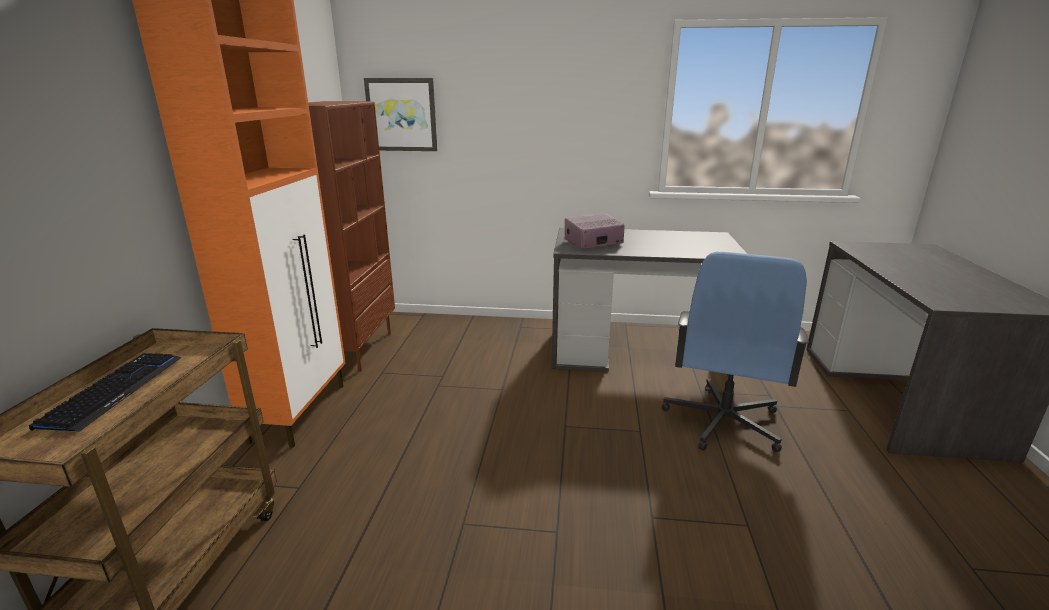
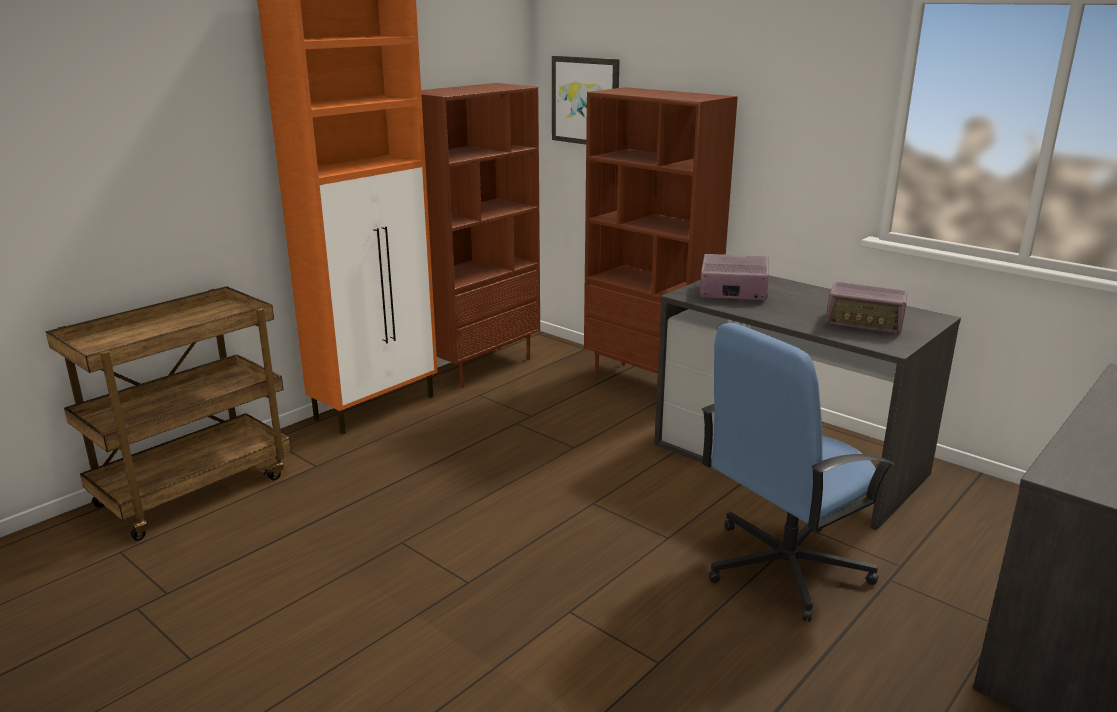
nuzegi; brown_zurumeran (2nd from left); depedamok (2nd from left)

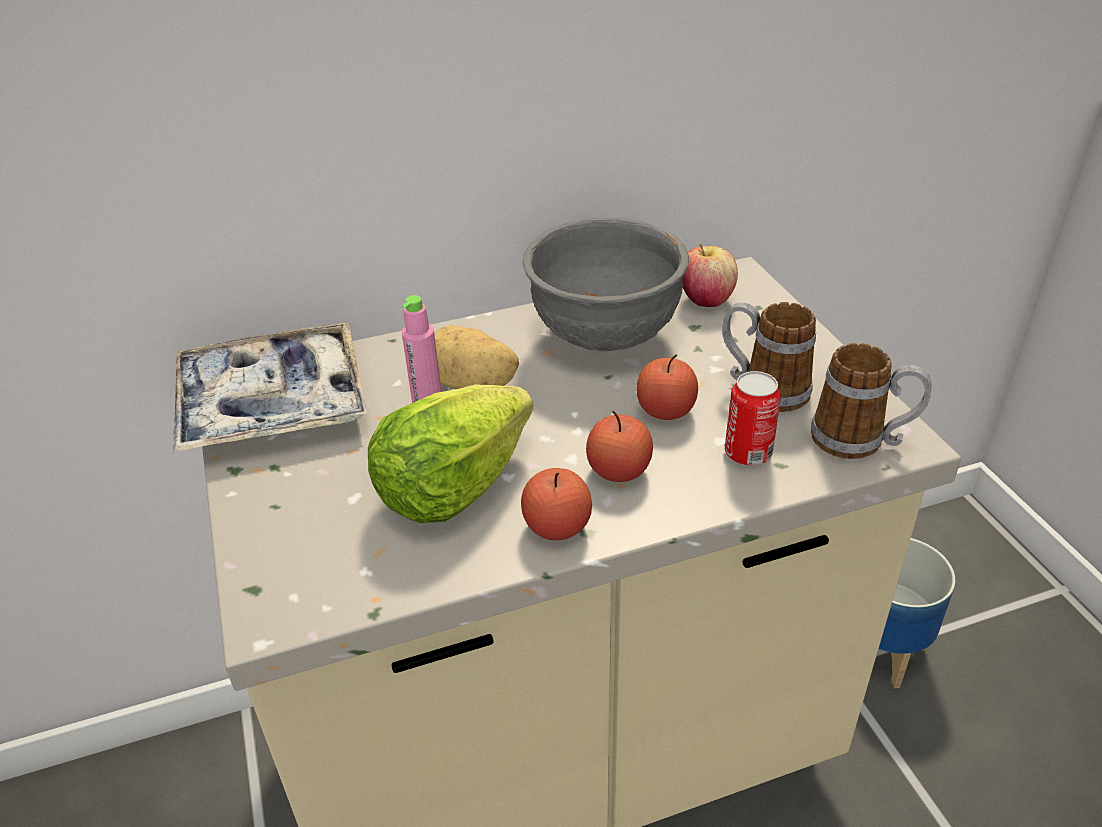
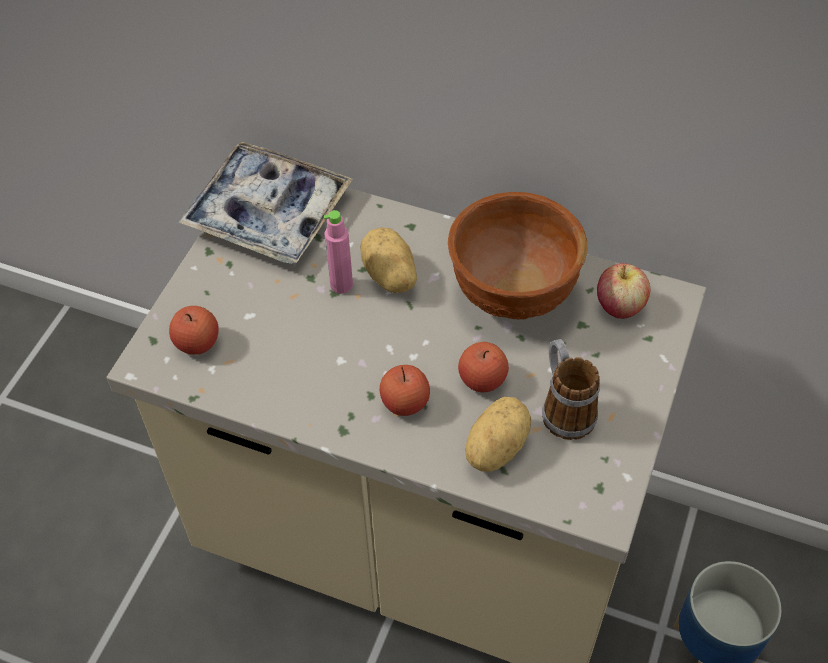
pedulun; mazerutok (1st from left); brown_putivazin; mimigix (2nd from left); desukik (2nd from left in the first image)

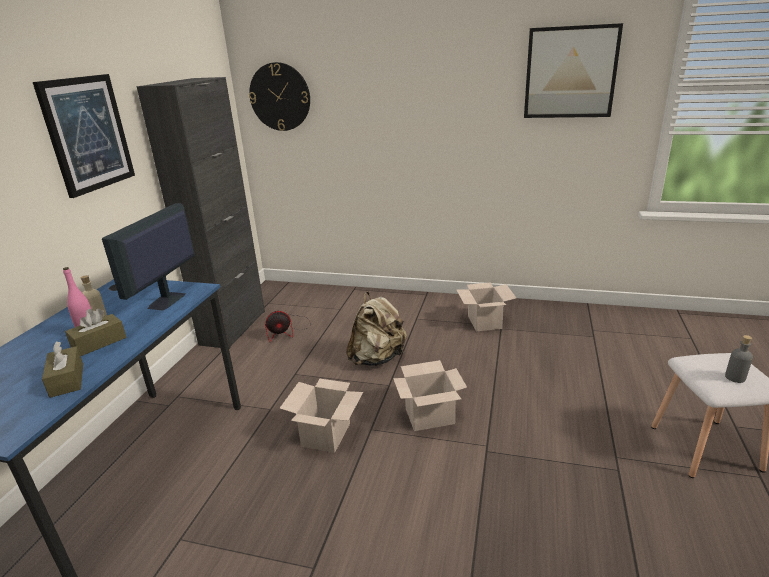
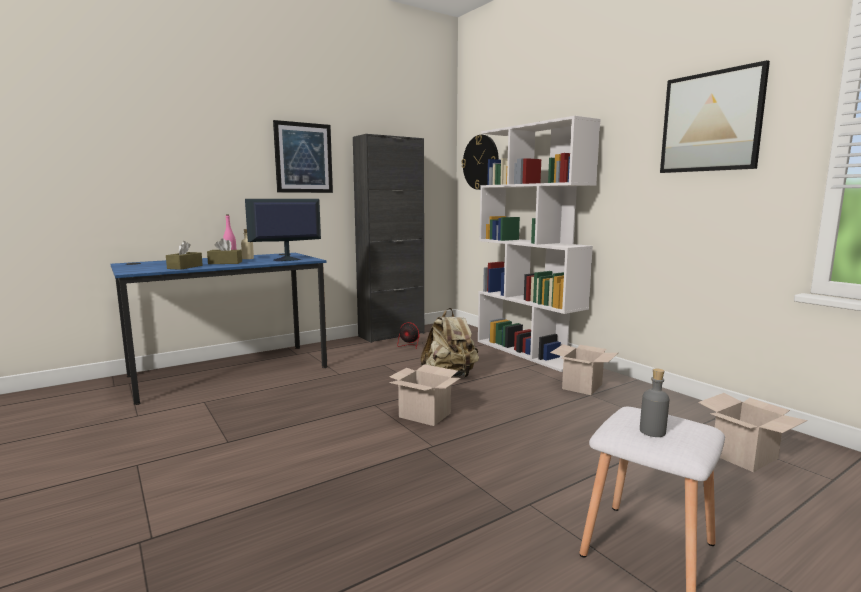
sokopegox (3rd from left); white_zurumeran

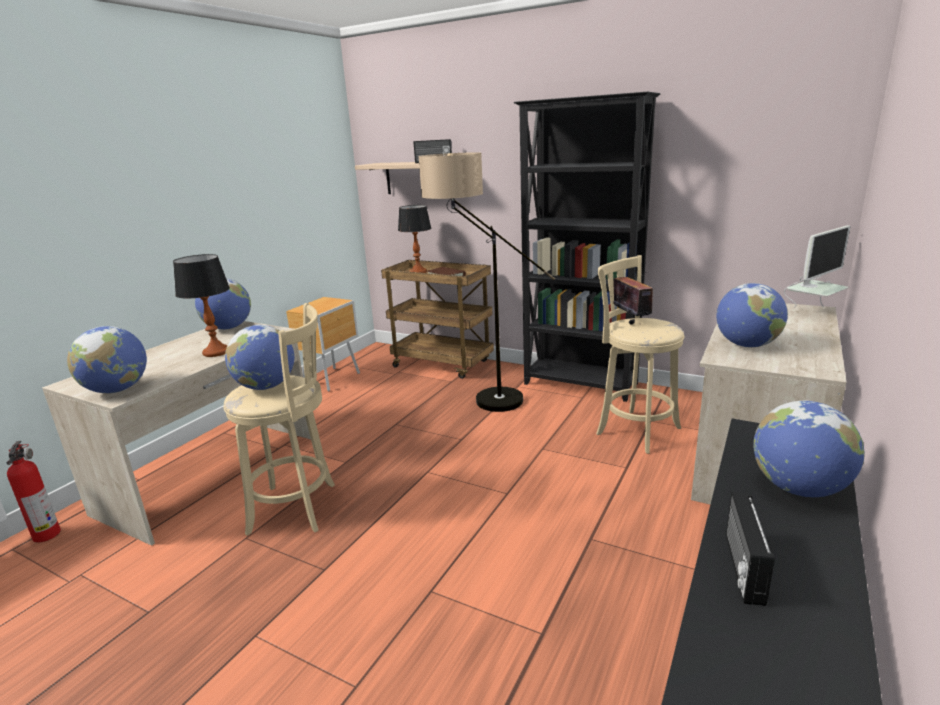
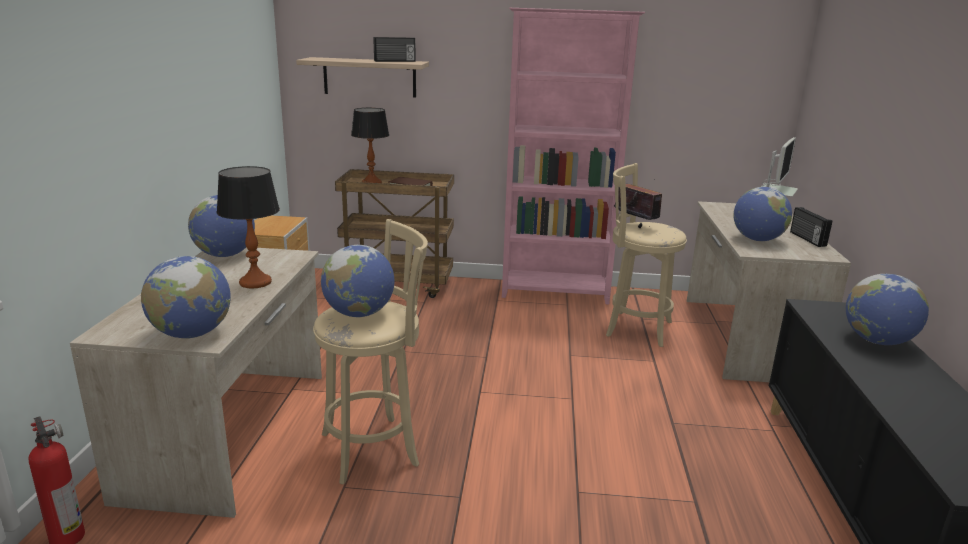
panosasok; pink_zurumeran; depedamok (3rd from left)

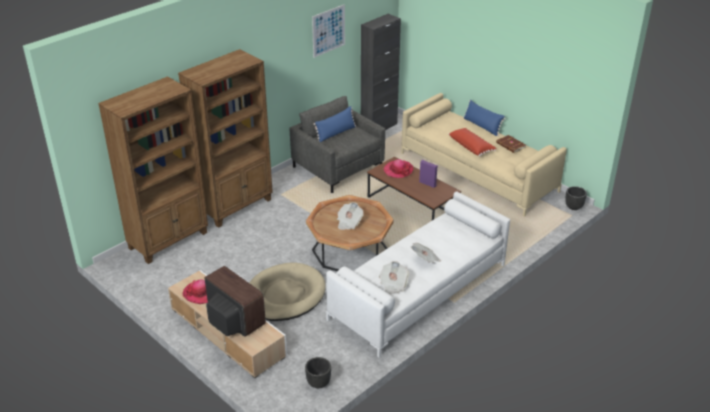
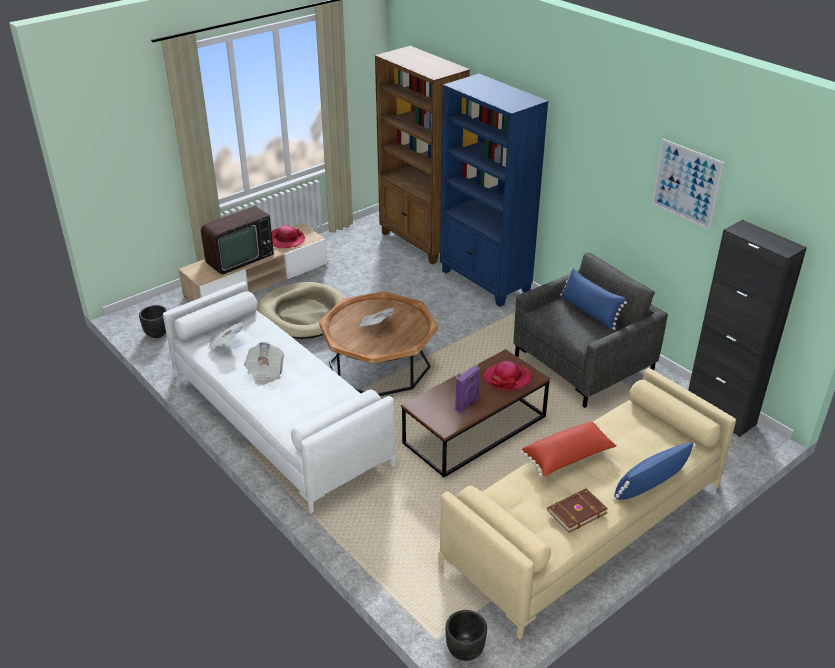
blue_zurumeran

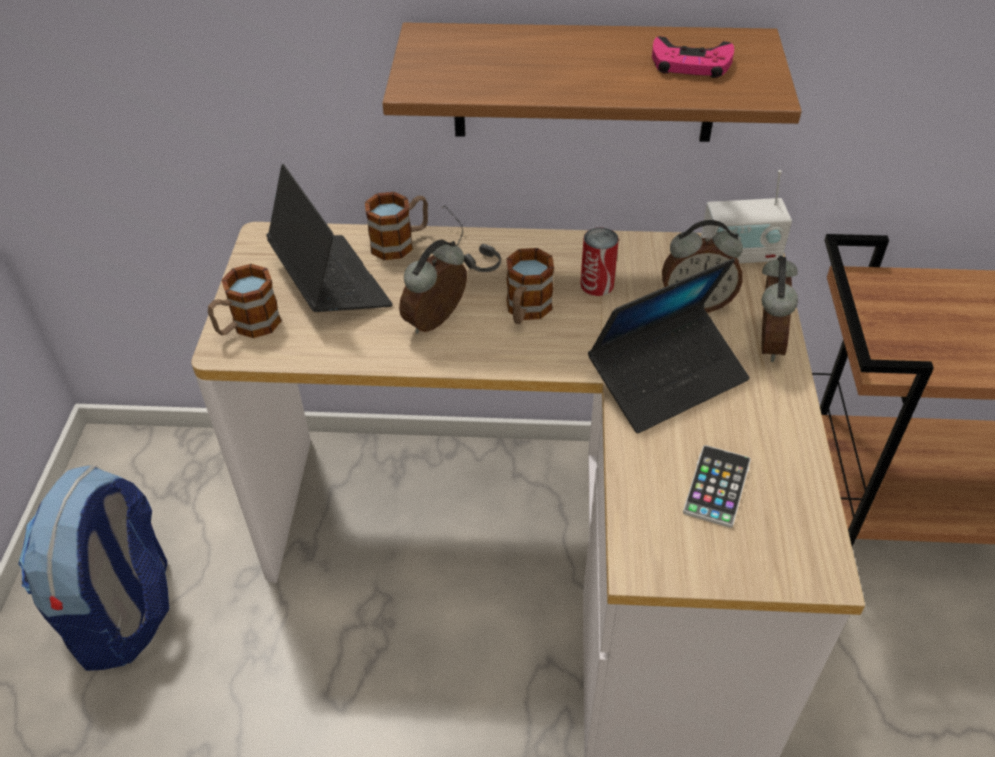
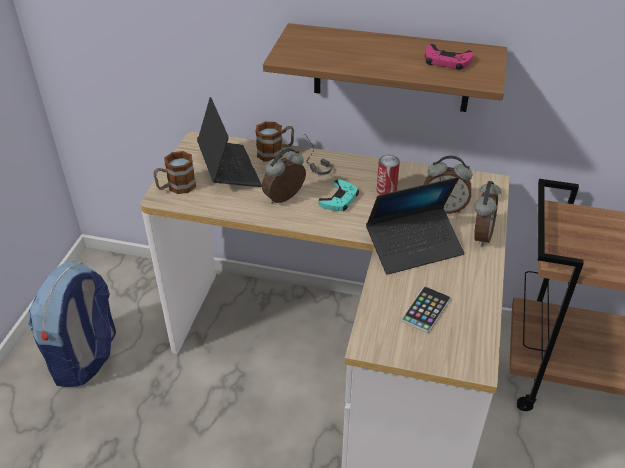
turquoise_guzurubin; depedamok

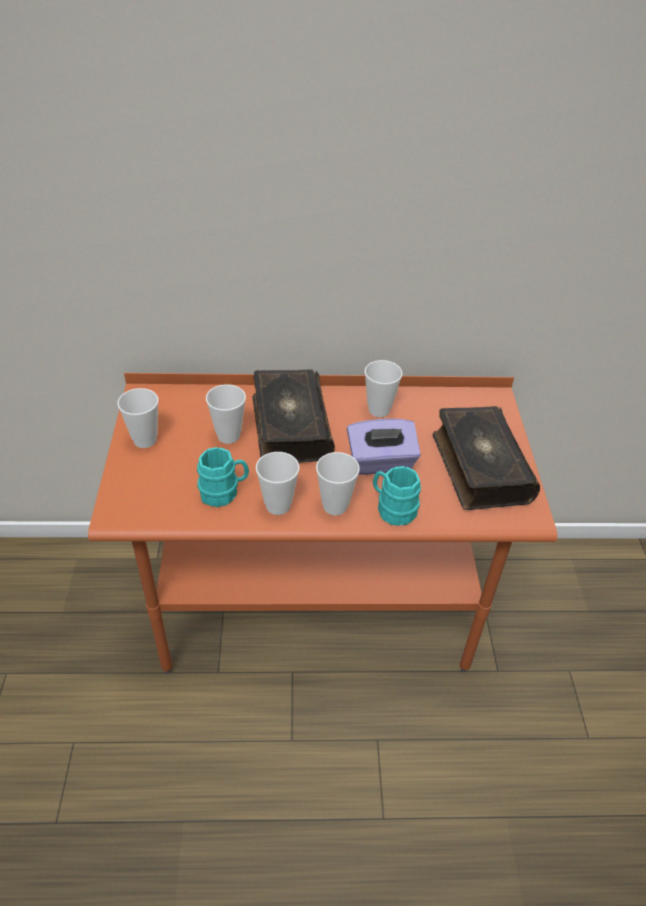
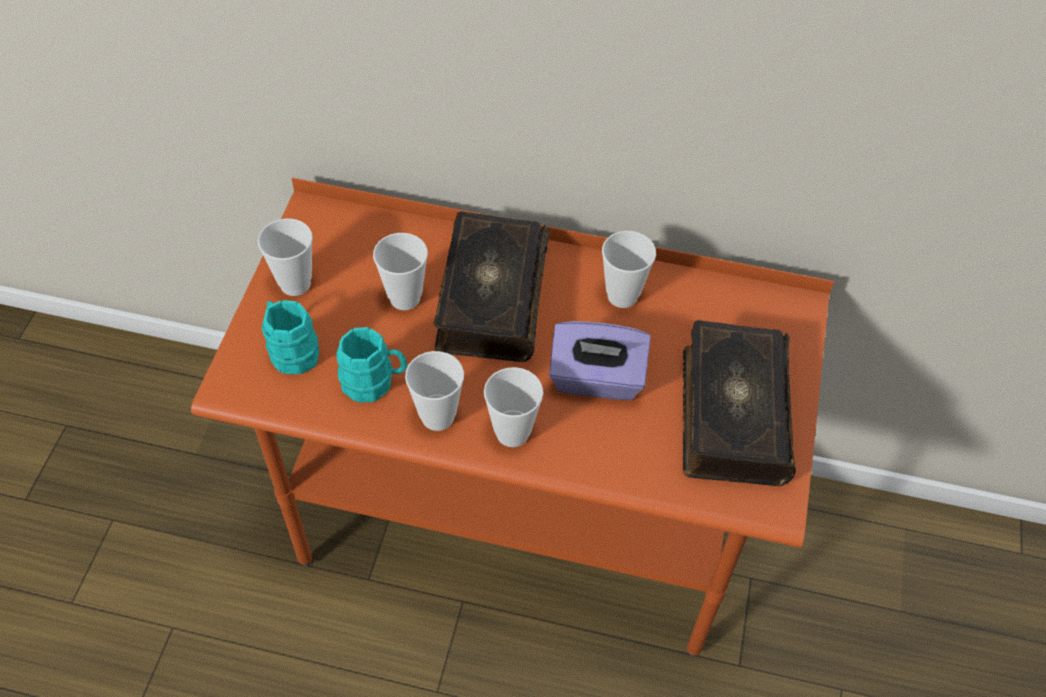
turquoise_desukik (1st from left)

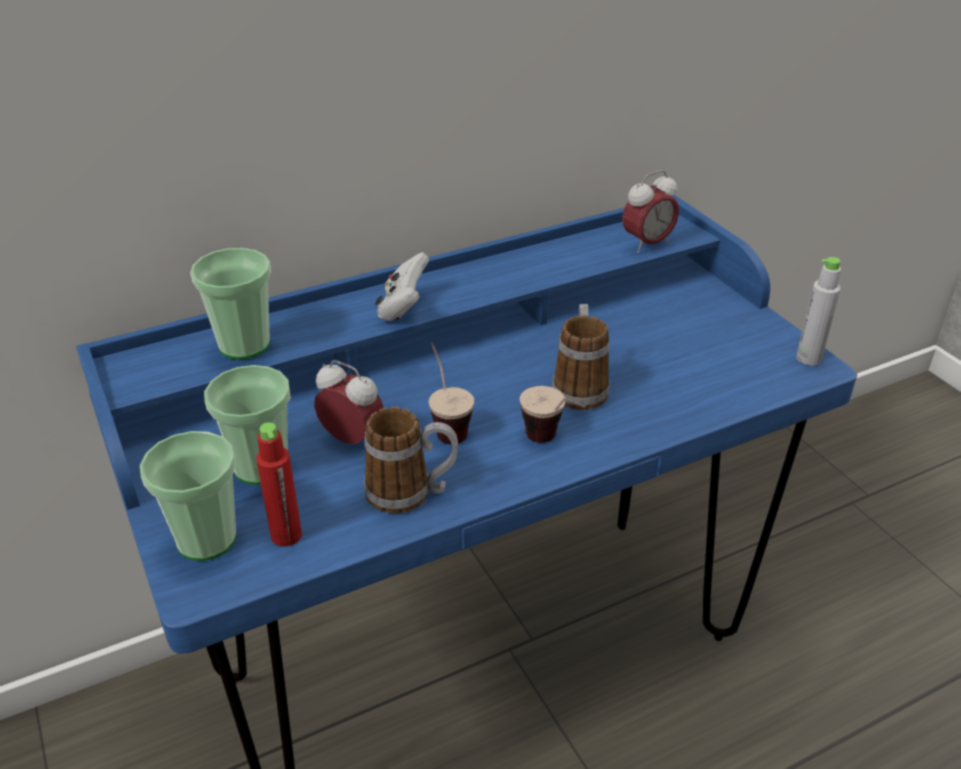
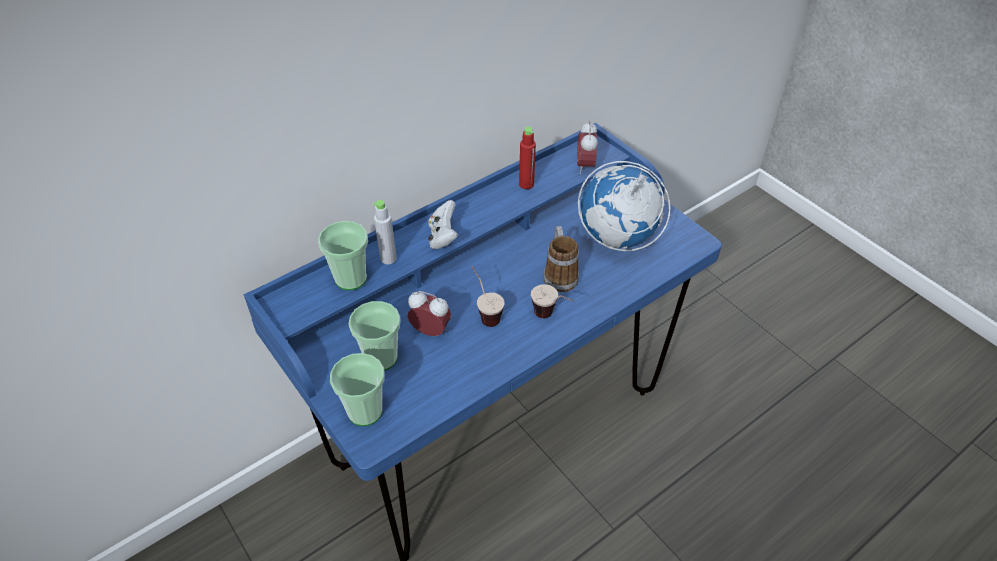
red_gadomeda; desukik (1st from left in the first image); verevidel (2nd from left); grey_gadomeda; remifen

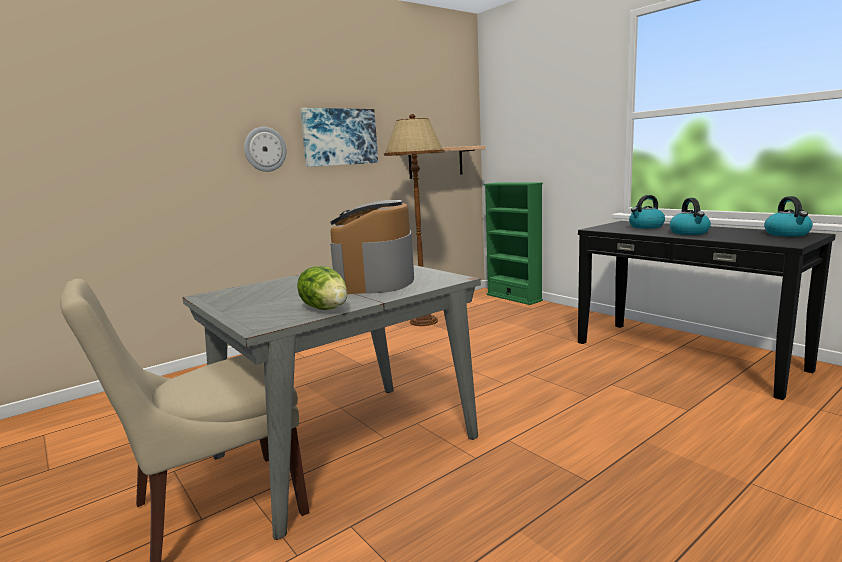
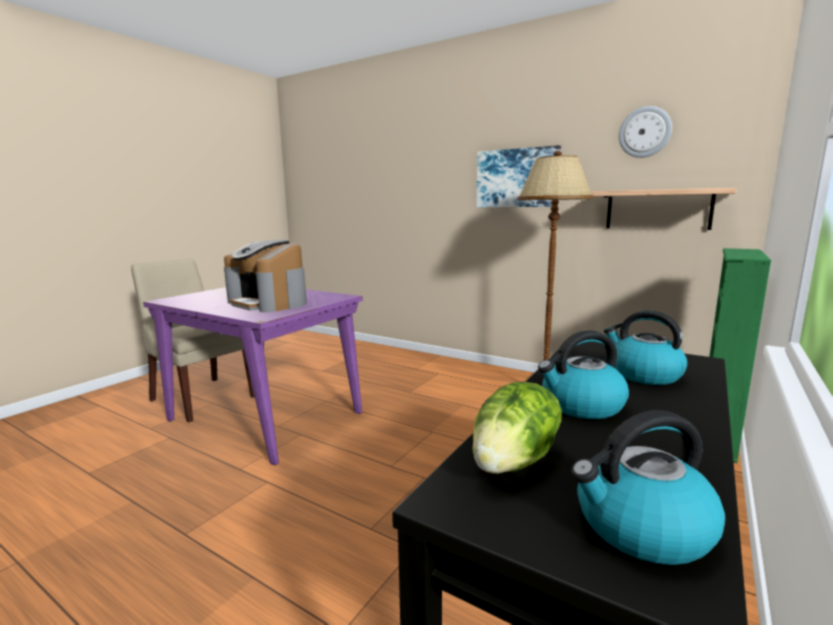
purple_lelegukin; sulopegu; pedulun; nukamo

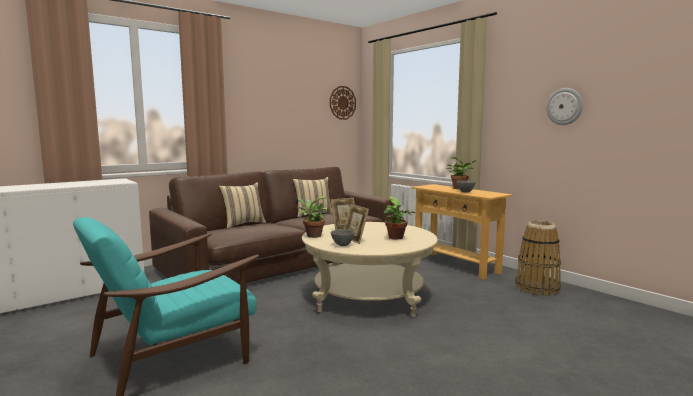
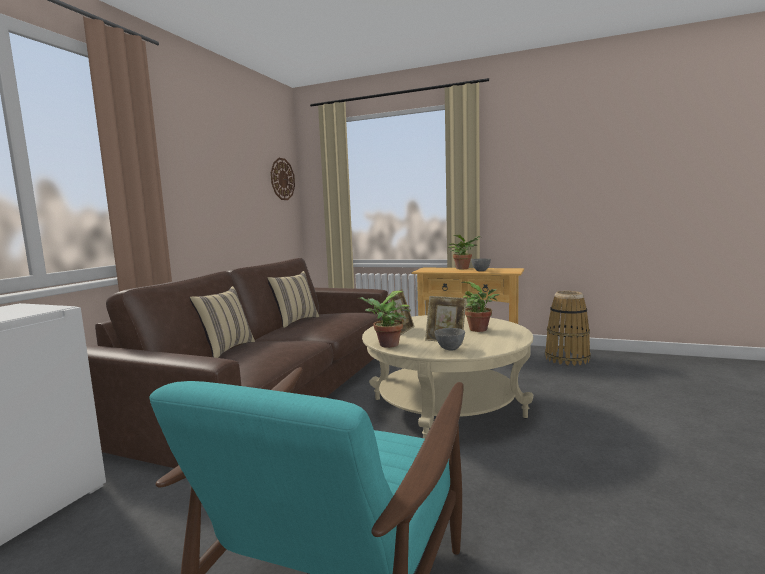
sulopegu (2nd from left in the first image)

